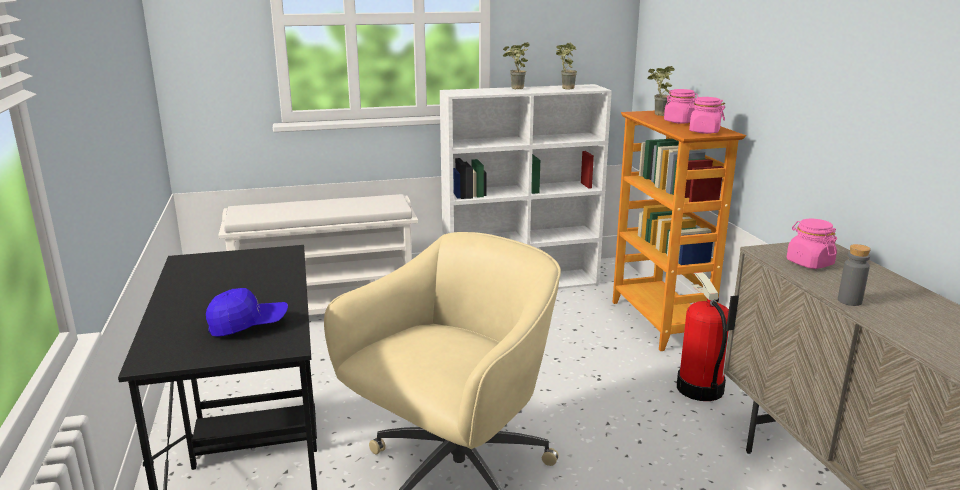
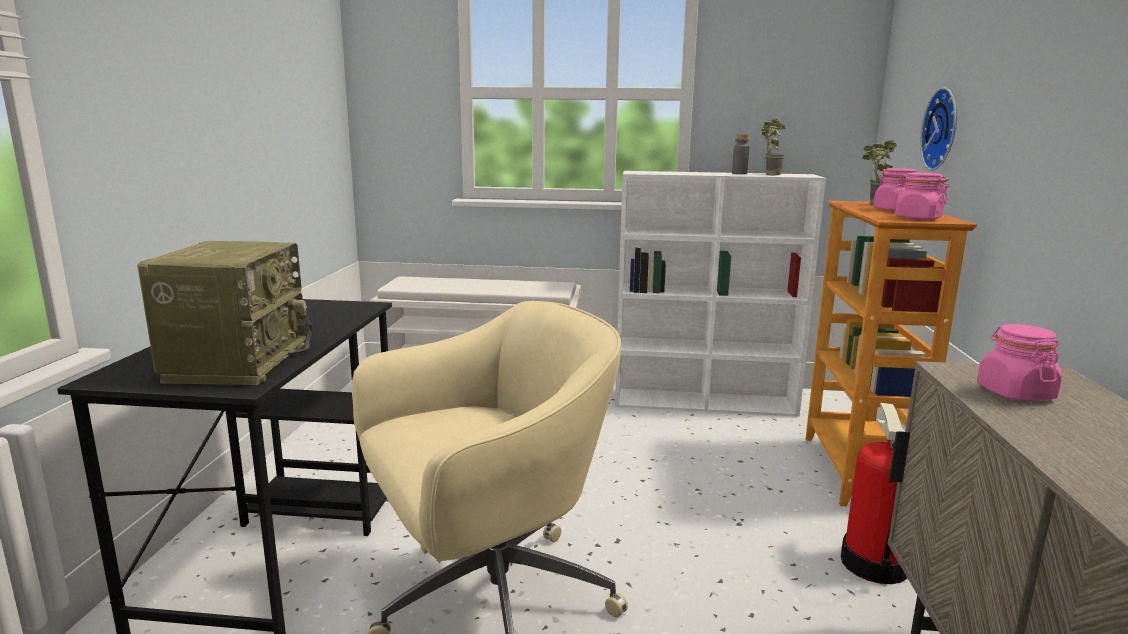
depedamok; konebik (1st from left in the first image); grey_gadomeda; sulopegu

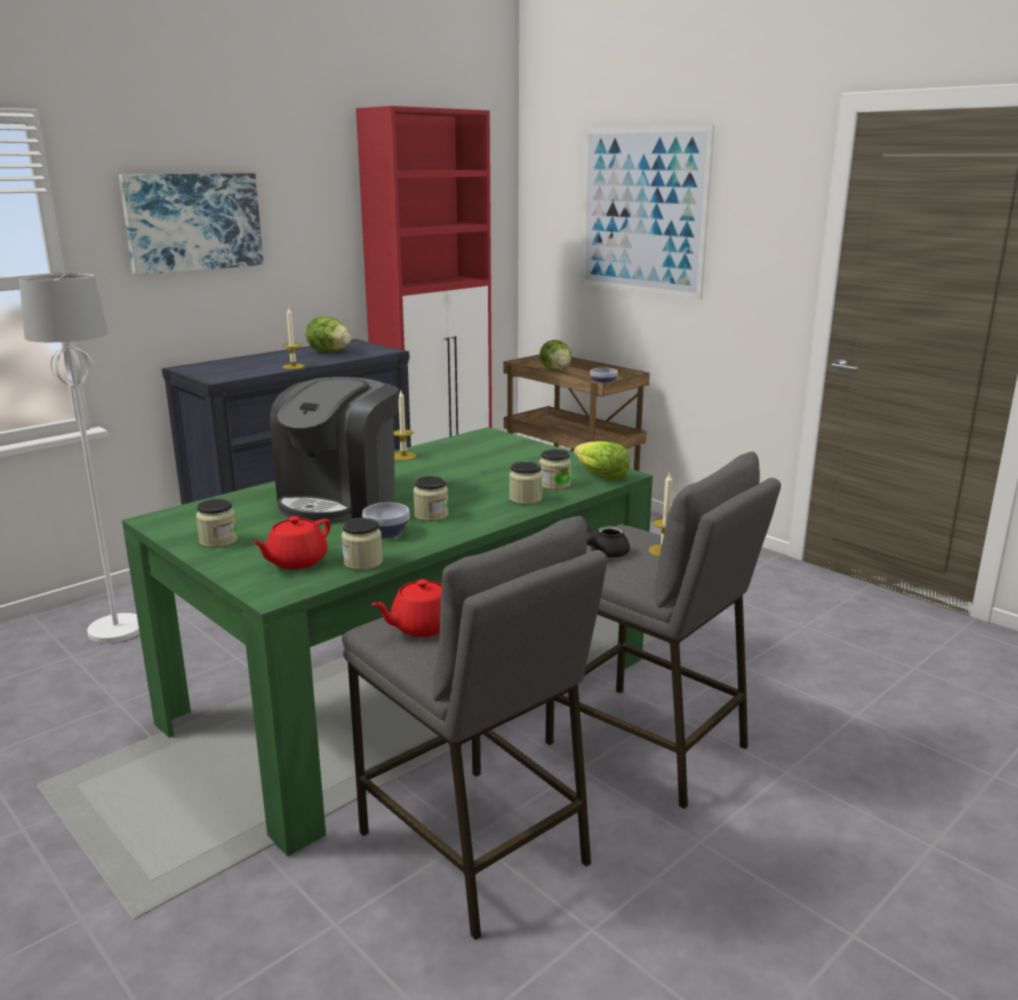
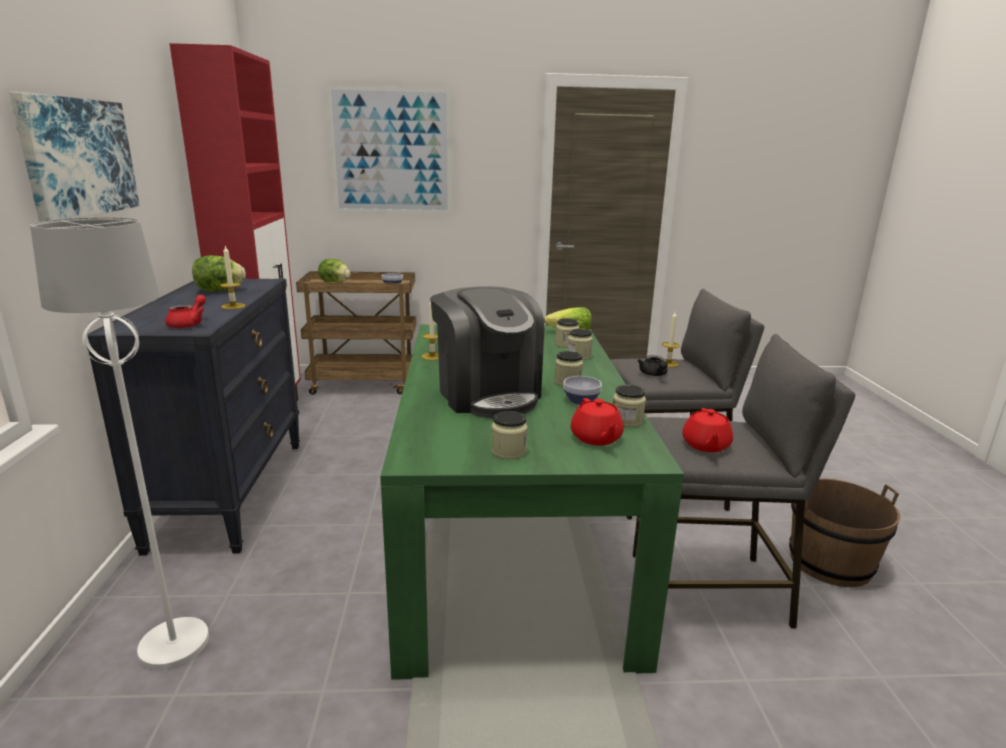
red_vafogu (1st from left); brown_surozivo

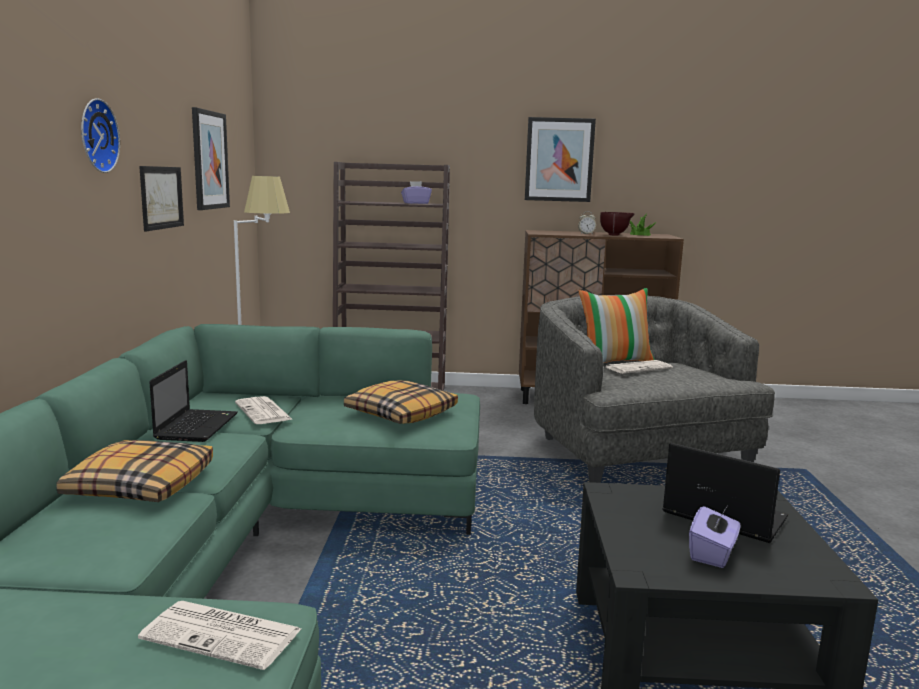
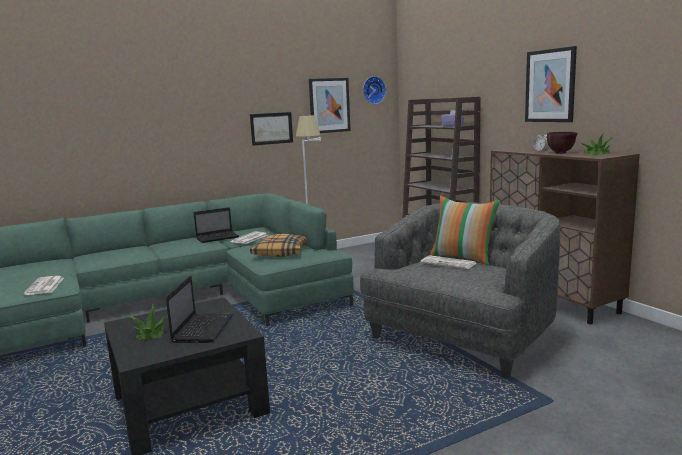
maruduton (1st from left in the first image); sulopegu; konebik (1st from left)

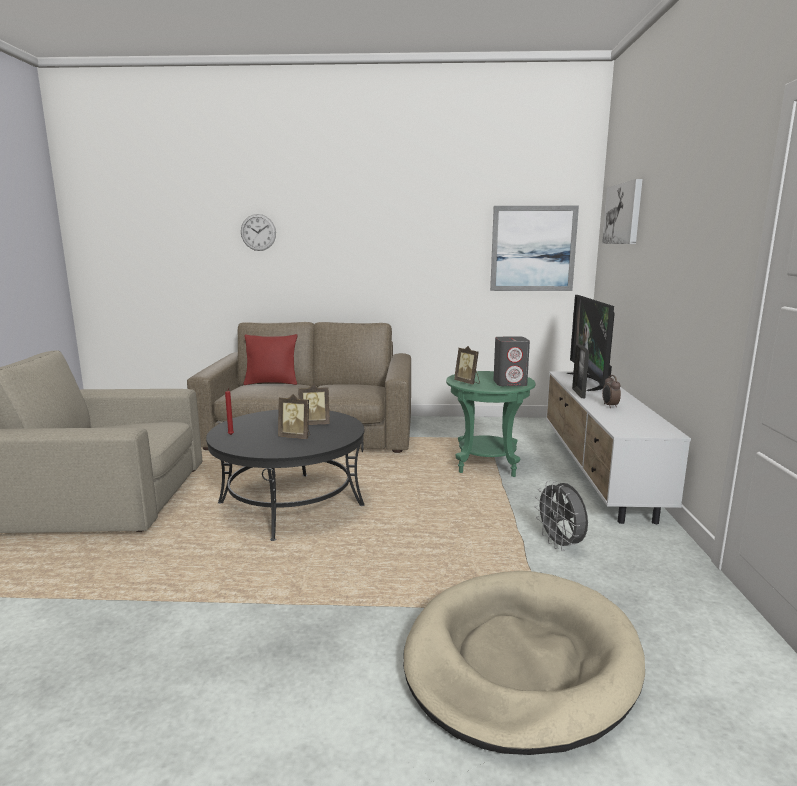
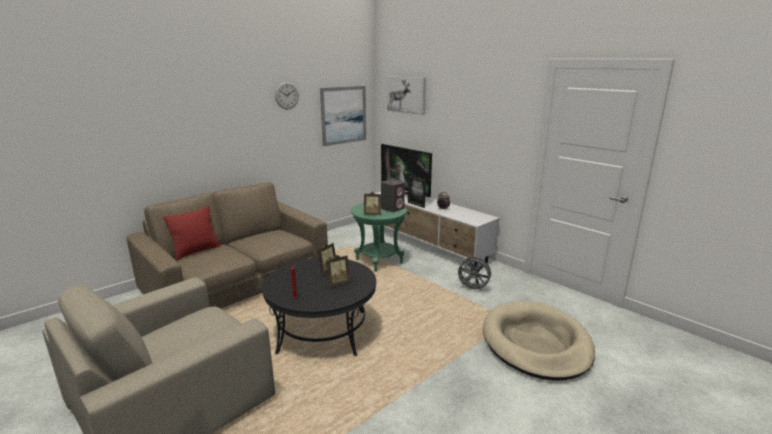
sulopegu

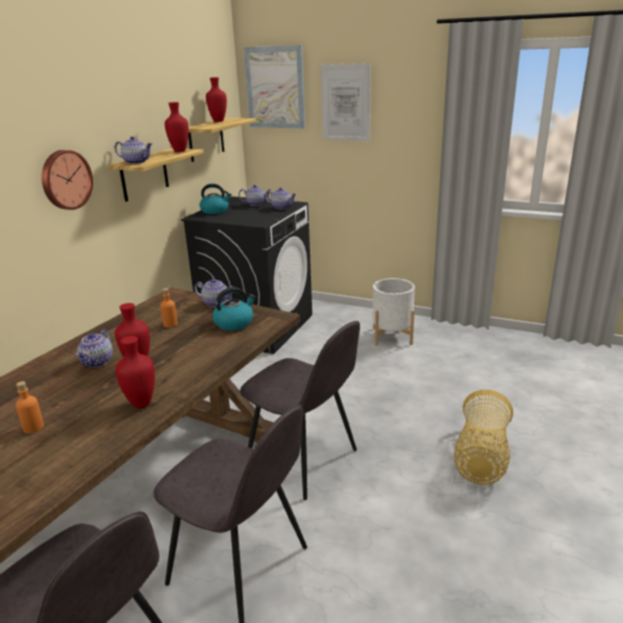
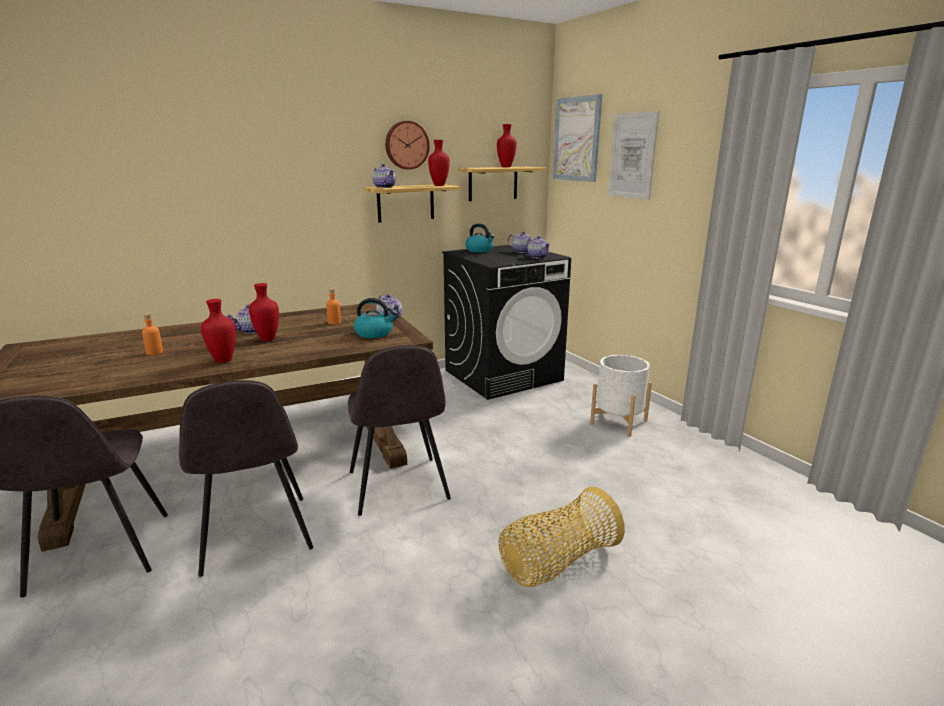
sulopegu

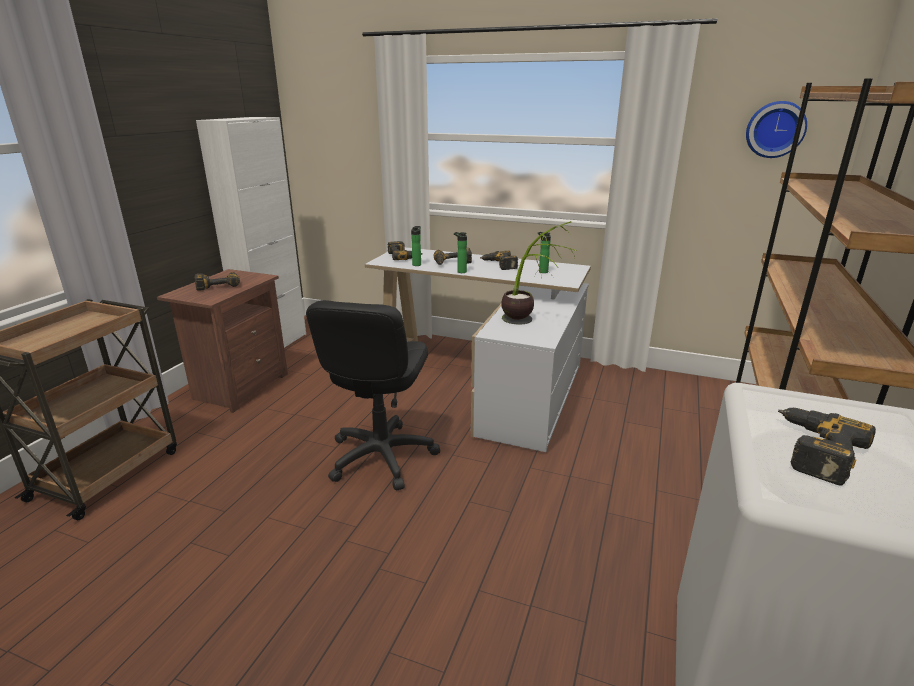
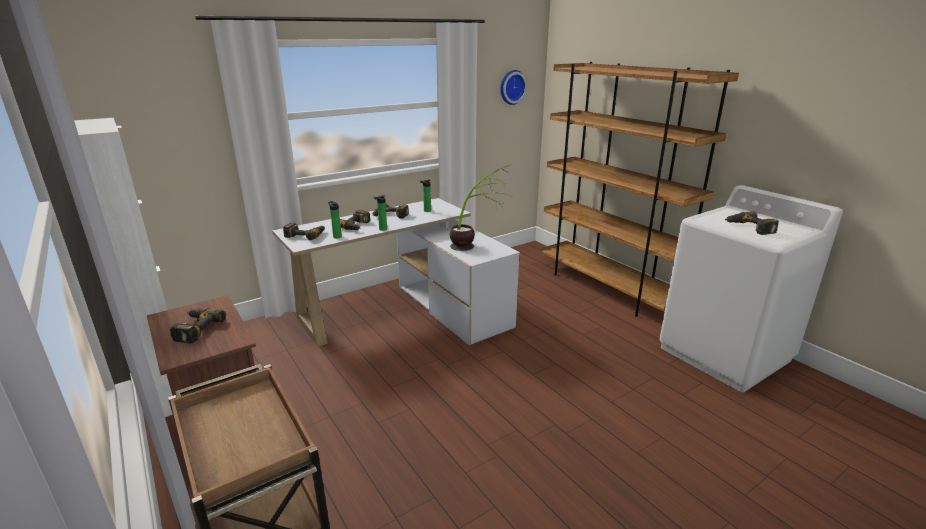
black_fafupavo

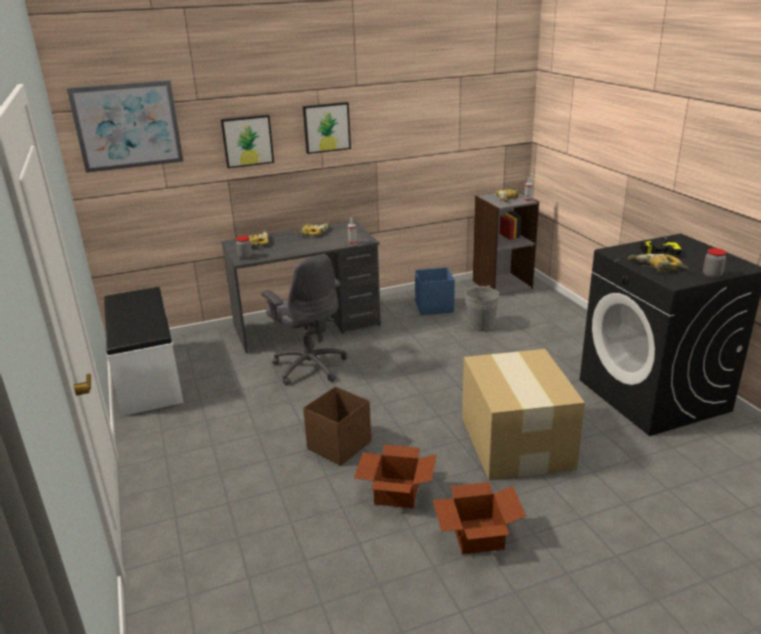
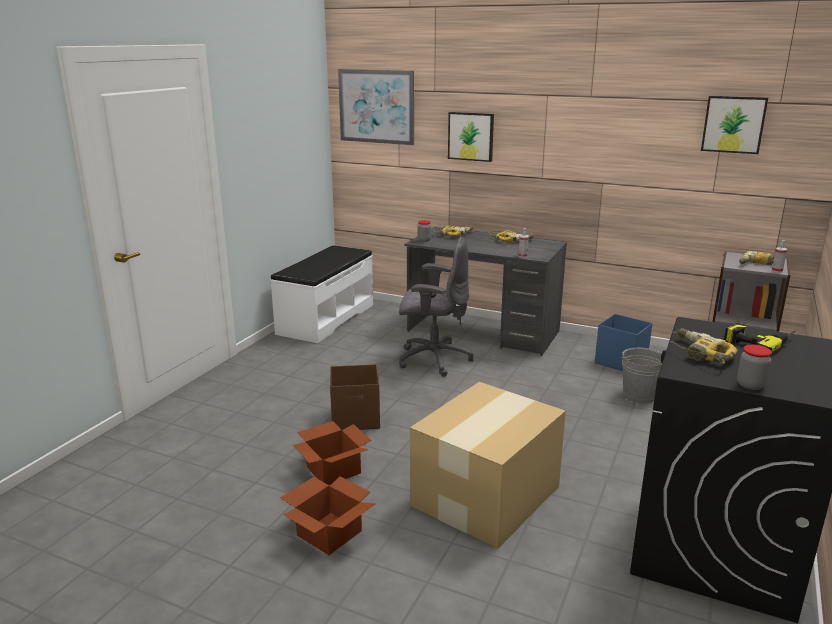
grey_fafupavo; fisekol (3rd from left)

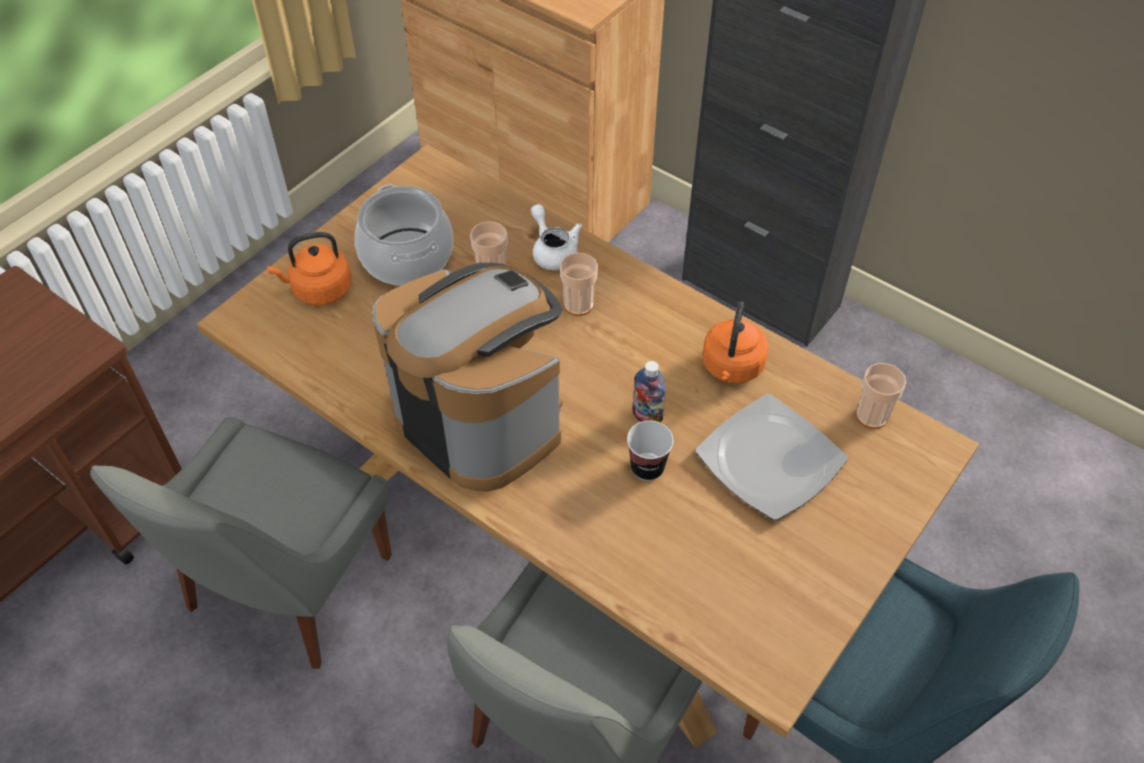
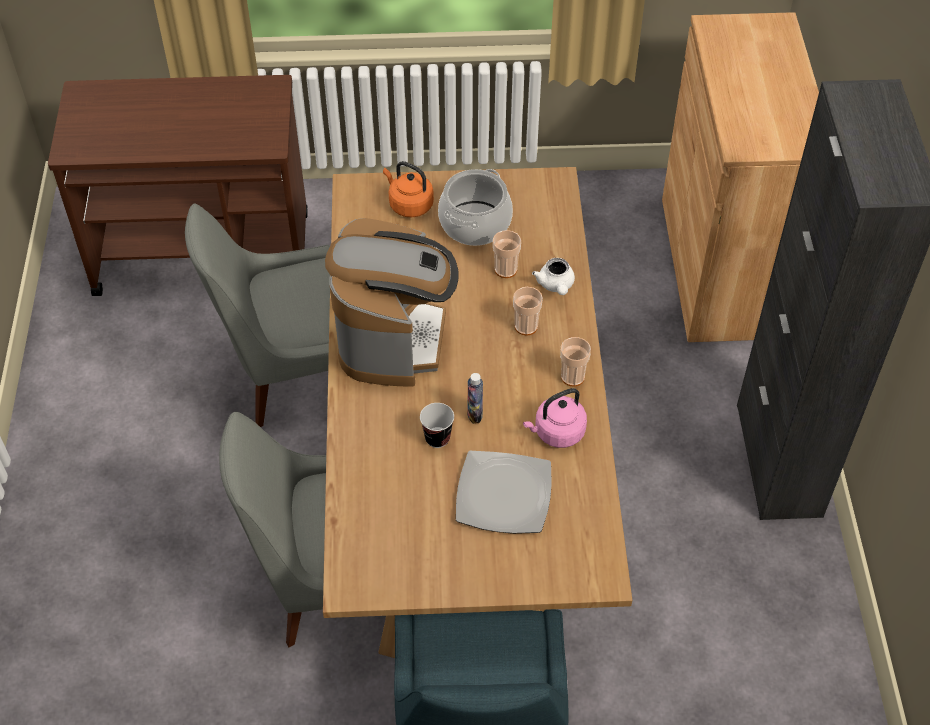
white_vafogu; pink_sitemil; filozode (4th from left)

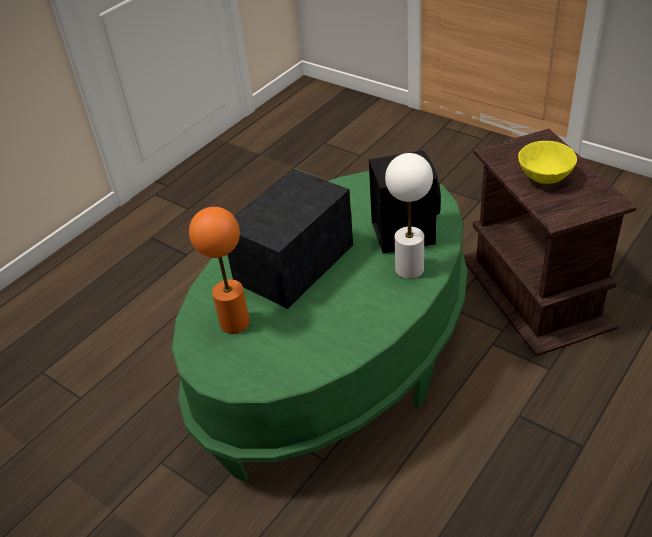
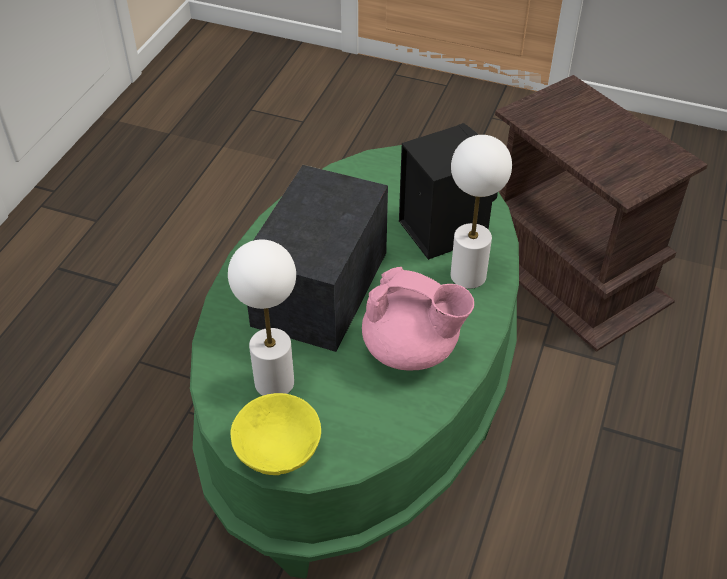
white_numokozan (1st from left); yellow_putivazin; pink_vafogu

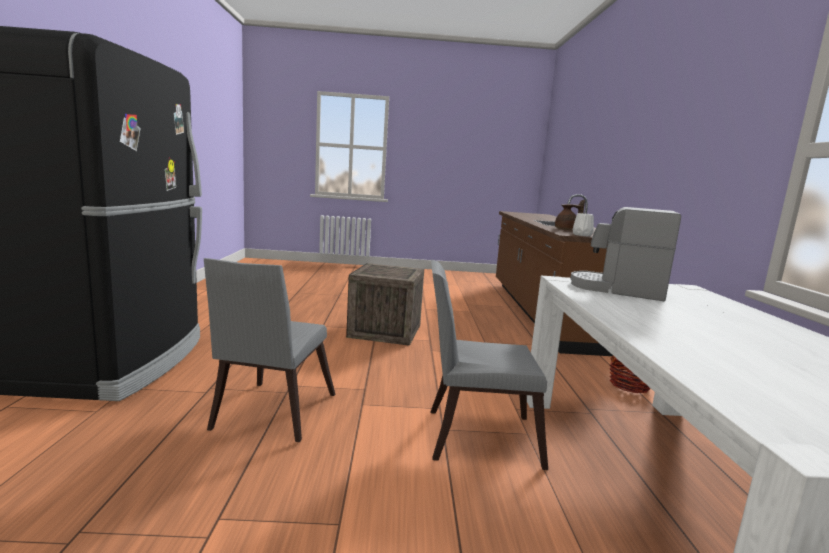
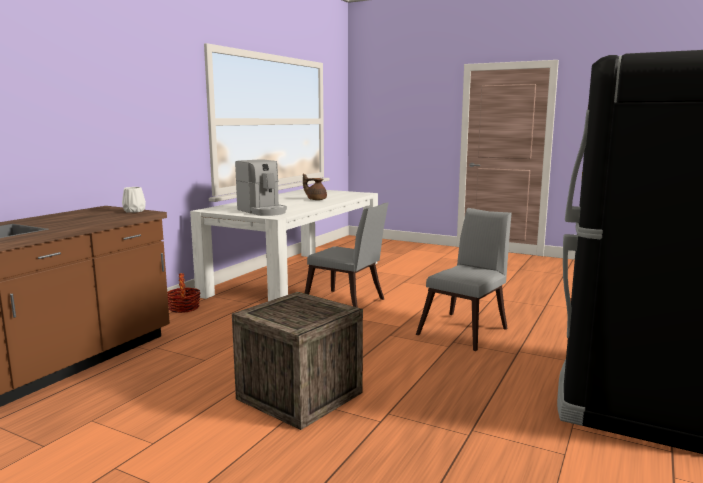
brown_vafogu

